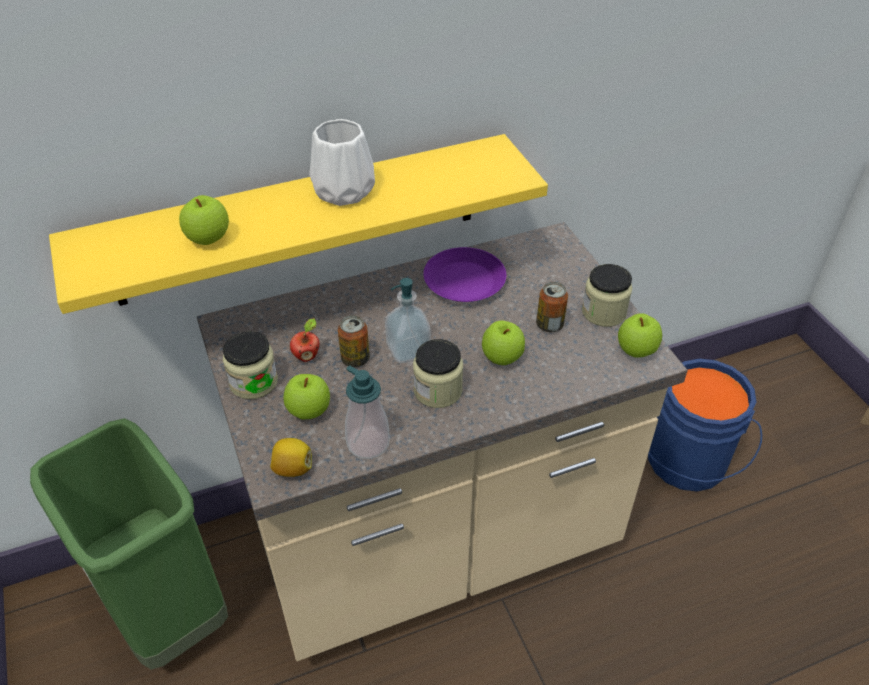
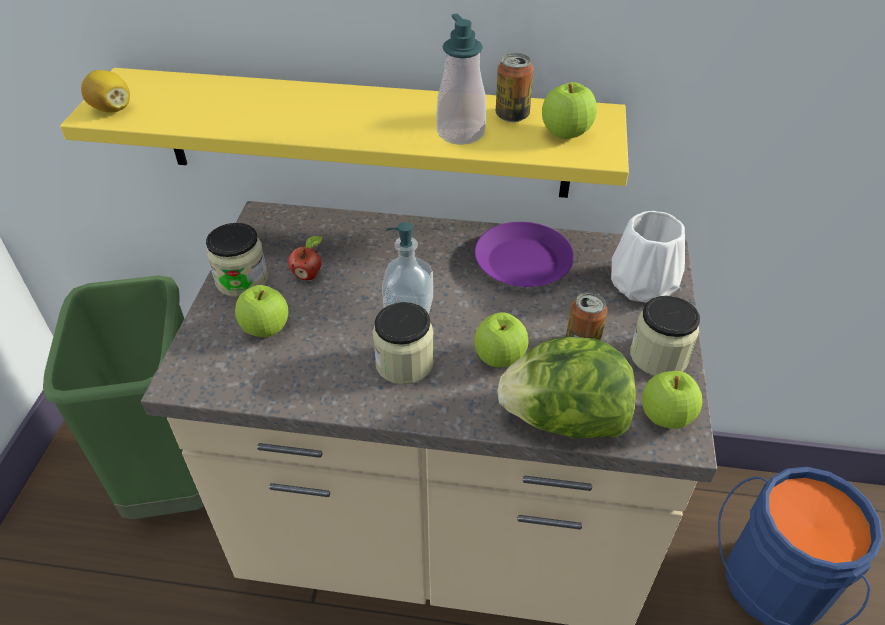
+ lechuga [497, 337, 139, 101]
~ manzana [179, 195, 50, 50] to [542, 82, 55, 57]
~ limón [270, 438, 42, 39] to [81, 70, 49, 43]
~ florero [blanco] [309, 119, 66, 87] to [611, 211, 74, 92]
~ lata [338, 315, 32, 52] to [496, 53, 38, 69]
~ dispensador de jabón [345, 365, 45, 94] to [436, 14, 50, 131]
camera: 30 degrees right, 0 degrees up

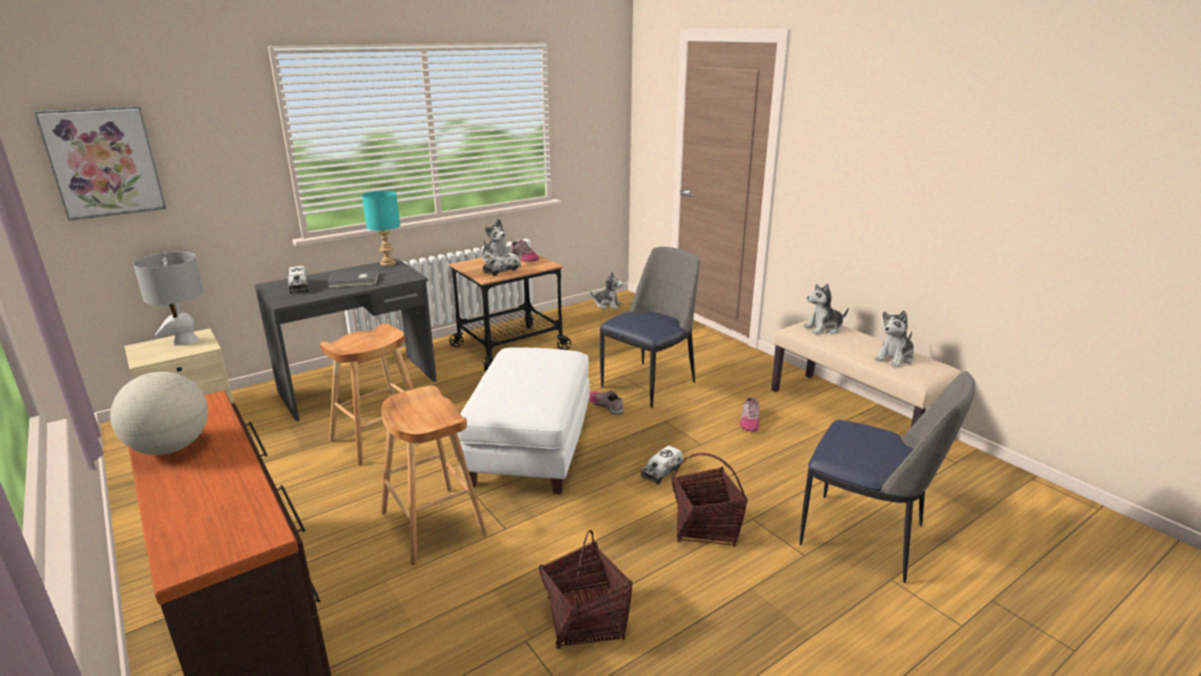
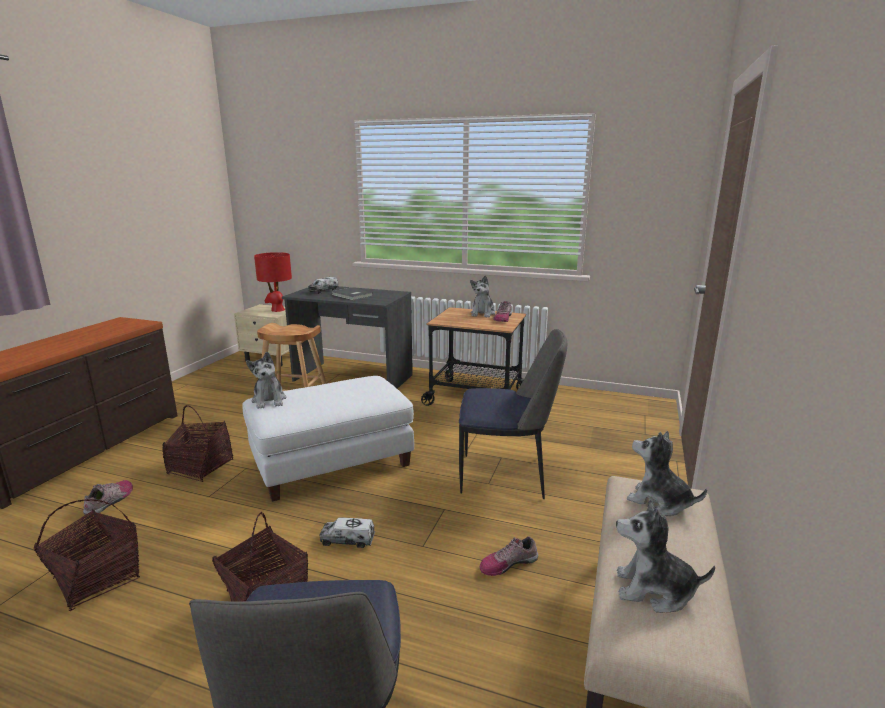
- cuadro [34, 106, 132, 115]
- globo terráqueo [110, 372, 98, 83]
- lámpara de mesa [turquesa] [362, 191, 38, 75]
- camión de juguete [483, 253, 37, 23]
~ zapato [589, 391, 35, 24] to [83, 480, 50, 36]
~ peluche [590, 272, 33, 37] to [246, 352, 40, 57]
~ taburete [marrón] [381, 385, 106, 180] to cesta [162, 405, 71, 77]
~ lámpara de mesa [gris] [133, 252, 71, 93] to lámpara de mesa [rojo] [254, 252, 38, 60]
camera: 55 degrees right, 5 degrees down

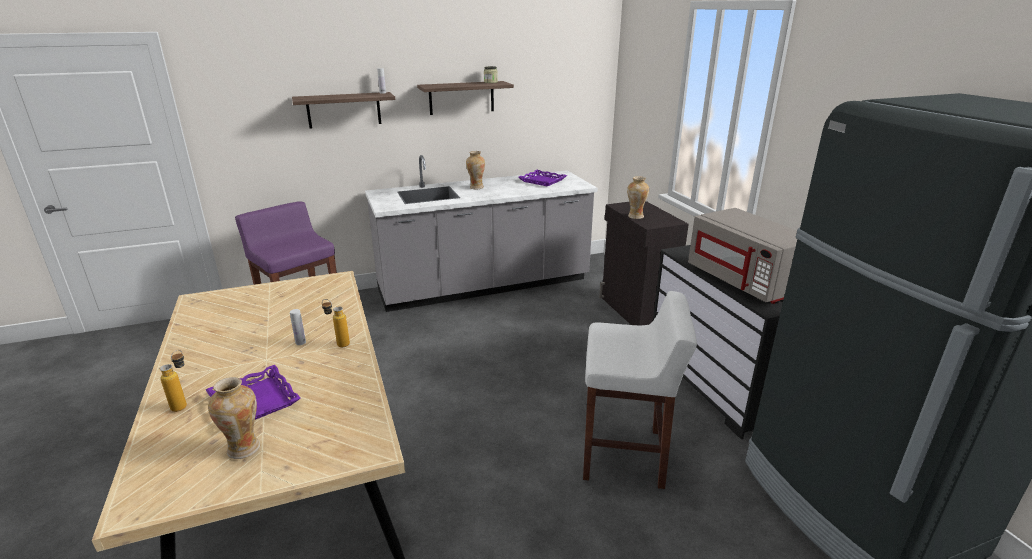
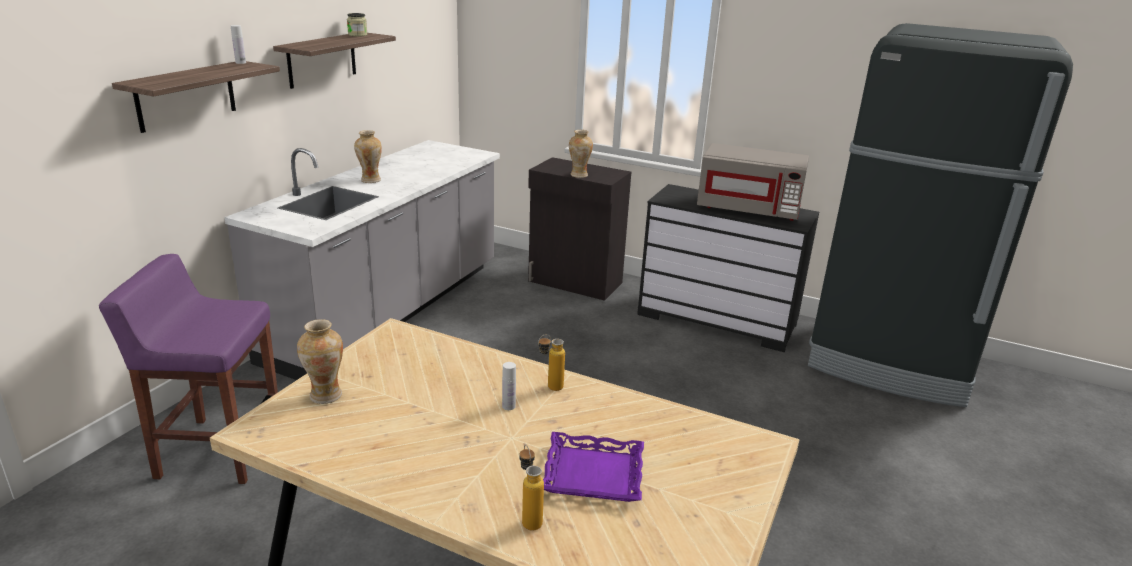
- bandeja [morado] [518, 170, 49, 16]
- taburete [blanco] [583, 291, 114, 198]
~ florero [208, 377, 52, 82] to [297, 319, 46, 85]
camera: 45 degrees left, 0 degrees up

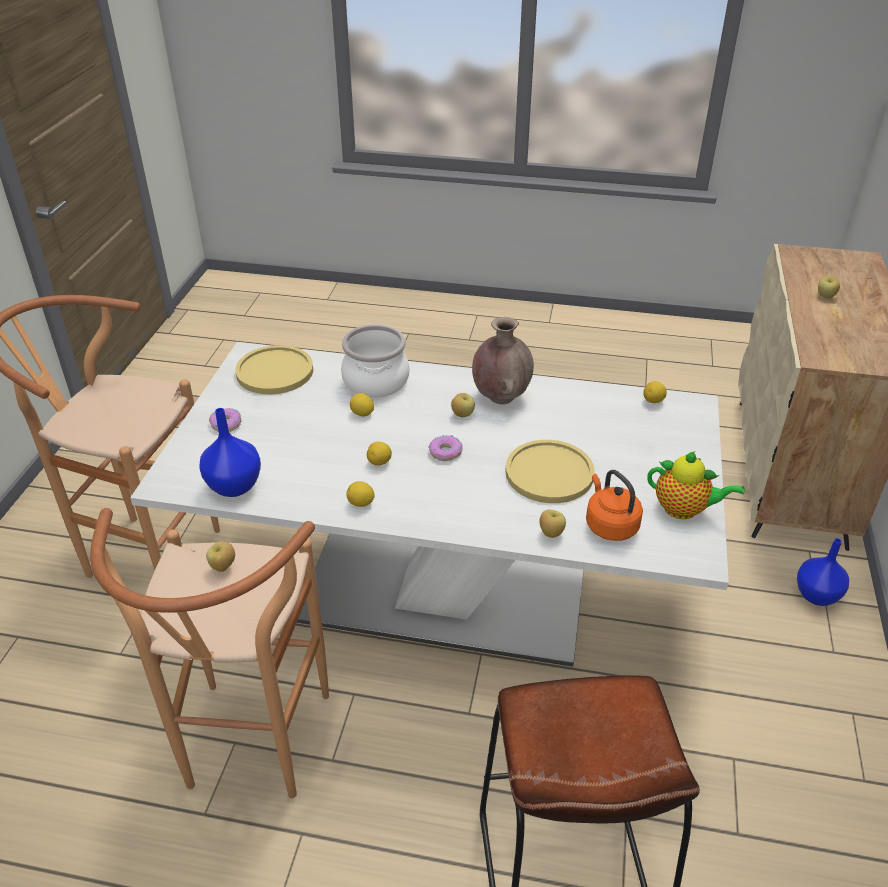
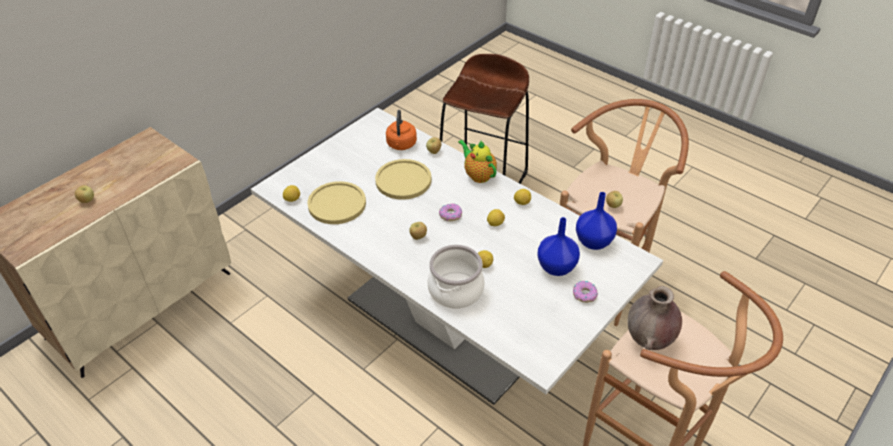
~ plato [amarillo] [235, 345, 78, 49] to [307, 181, 59, 43]
~ florero [marrón] [472, 317, 62, 87] to [628, 286, 54, 64]
~ tetera [647, 452, 98, 67] to [458, 140, 39, 43]
~ florero [azul] [797, 538, 52, 68] to [537, 217, 43, 59]
camera: 150 degrees left, 5 degrees up

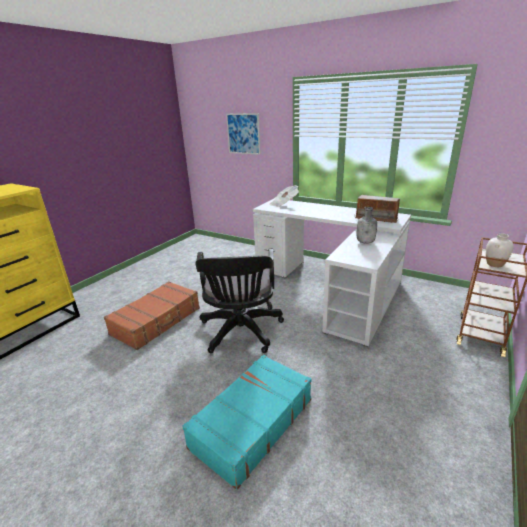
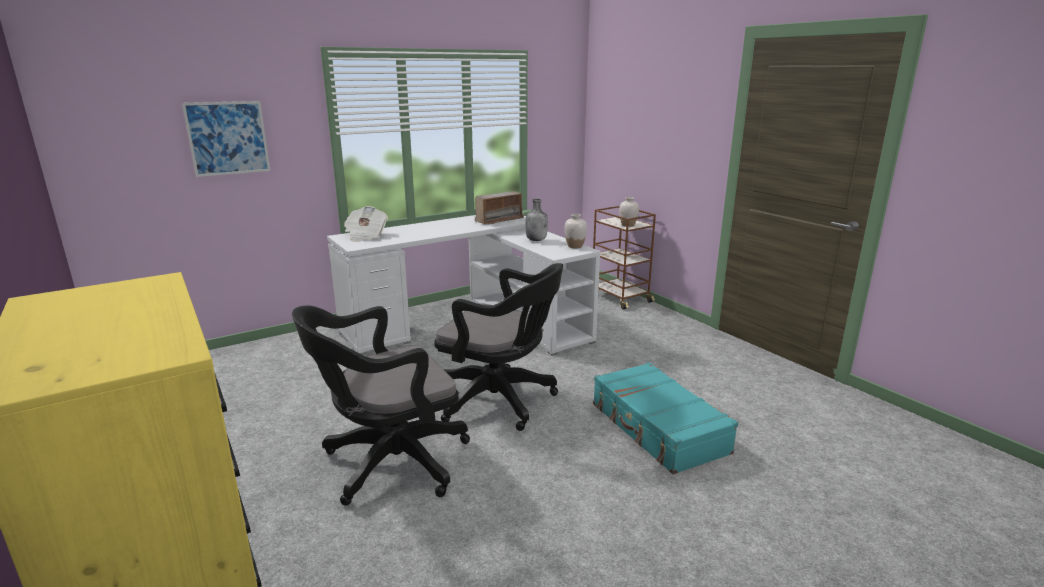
+ florero [blanco] [564, 214, 23, 34]
~ maleta [marrón] [104, 282, 96, 68] to silla de oficina [negro] [292, 305, 178, 201]
camera: 65 degrees left, 5 degrees down

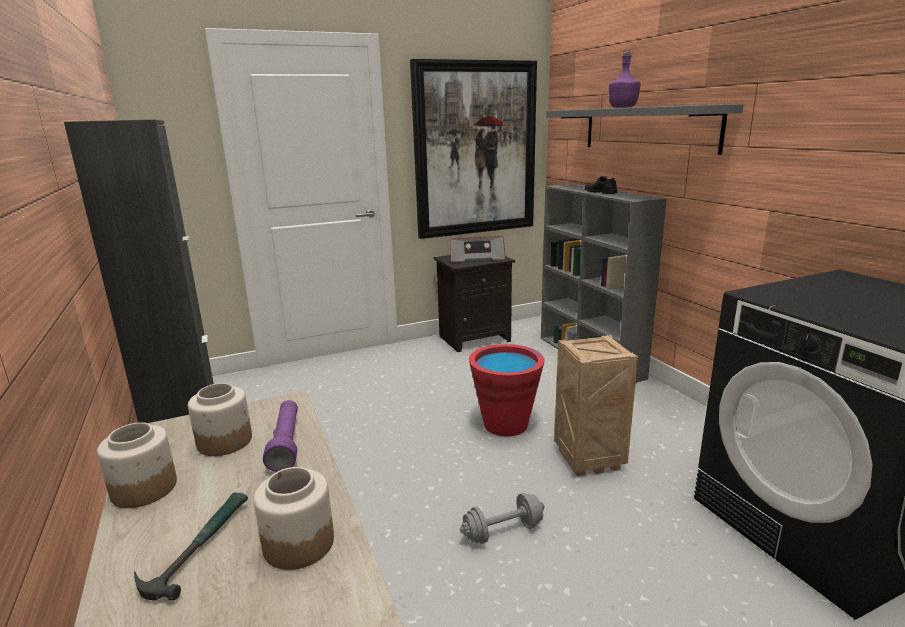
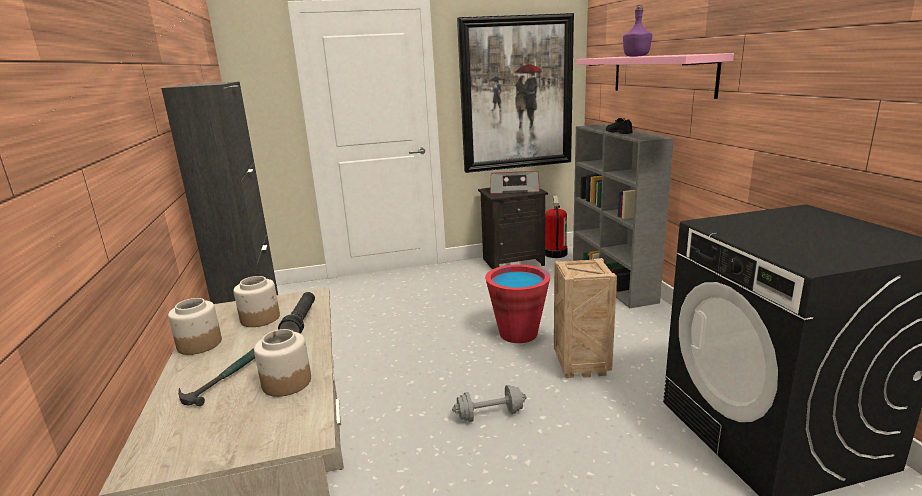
+ extintor [545, 195, 22, 63]
~ linterna [morado] [263, 400, 35, 72] to linterna [negro] [278, 292, 37, 42]
~ estante [gris] [546, 104, 198, 51] to estante [rosa] [576, 53, 158, 46]
camera: 10 degrees right, 0 degrees up

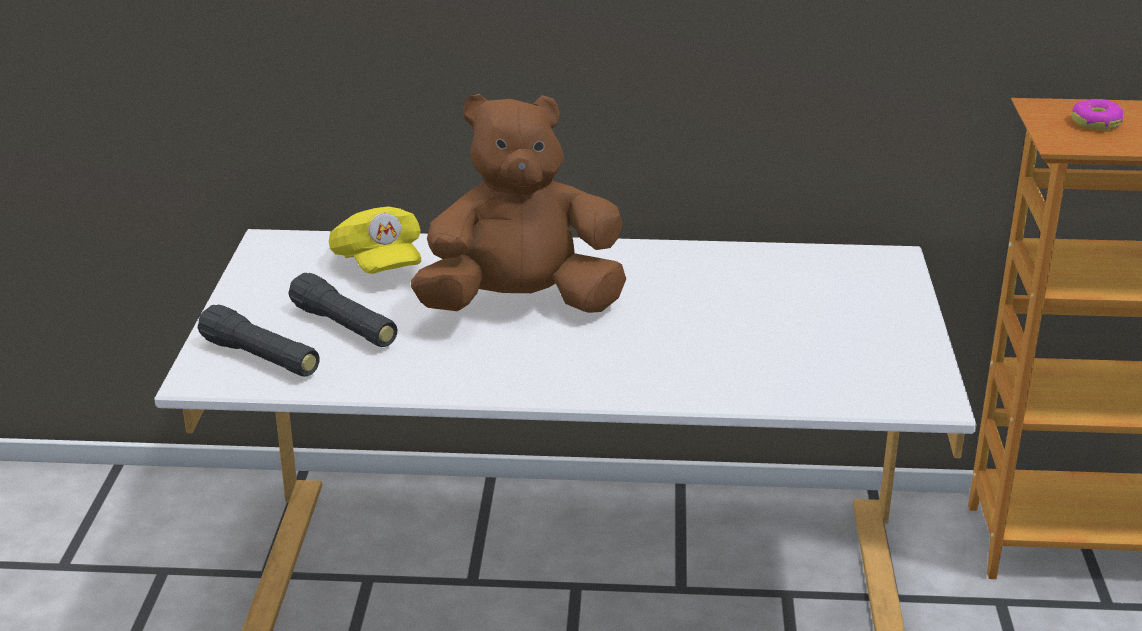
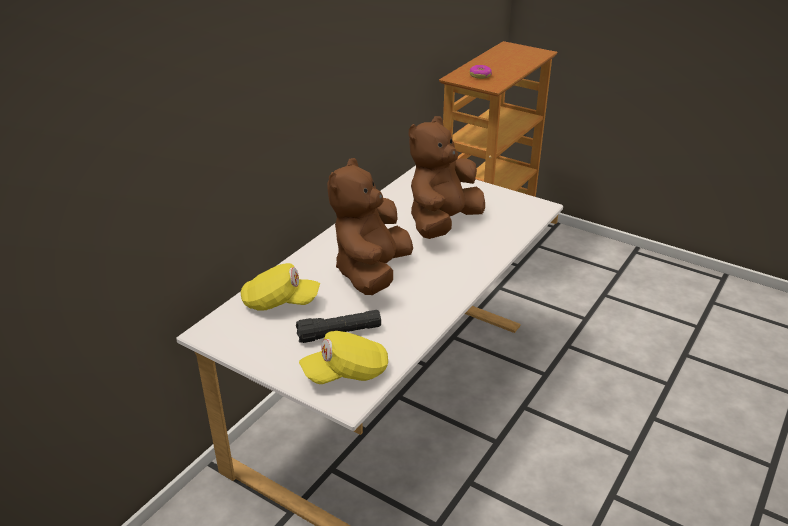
+ peluche [marrón] [409, 116, 76, 123]
~ linterna [negro] [198, 304, 122, 73] to gorra [amarillo] [299, 331, 89, 53]
camera: 60 degrees left, 5 degrees up

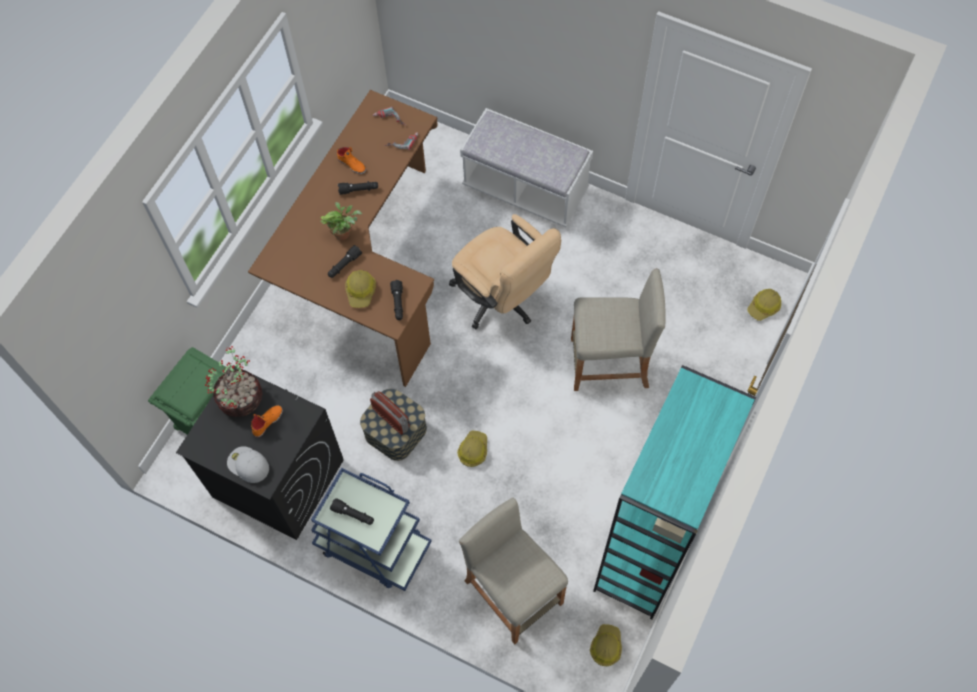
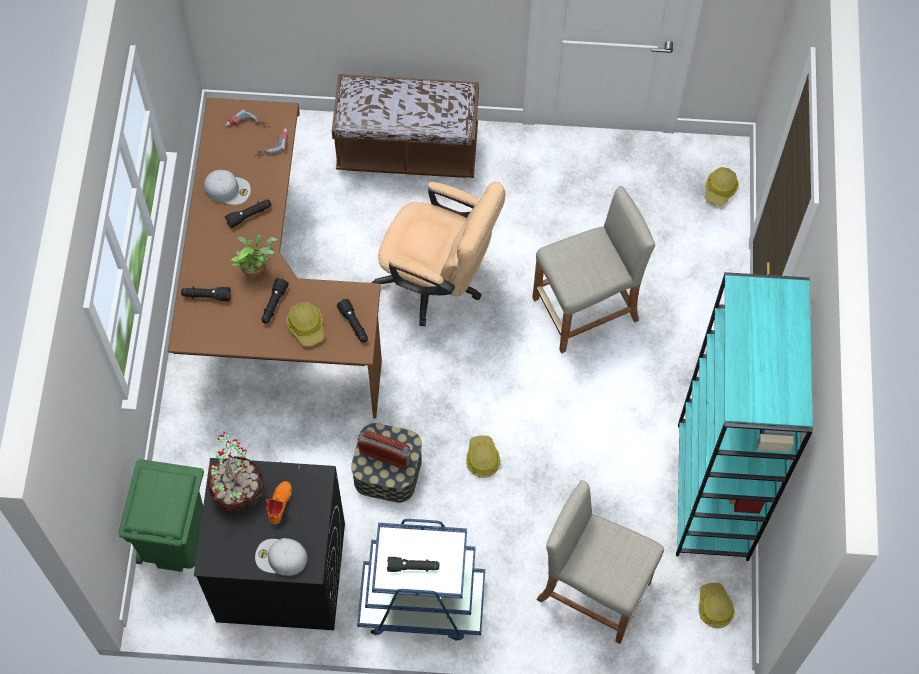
+ linterna [negro] [181, 287, 50, 14]
~ zapato [naranja] [337, 147, 29, 27] to gorra [blanco] [204, 170, 47, 35]
~ banco [blanco] [460, 108, 133, 119] to banco [marrón] [332, 74, 147, 104]
camera: 25 degrees left, 0 degrees up

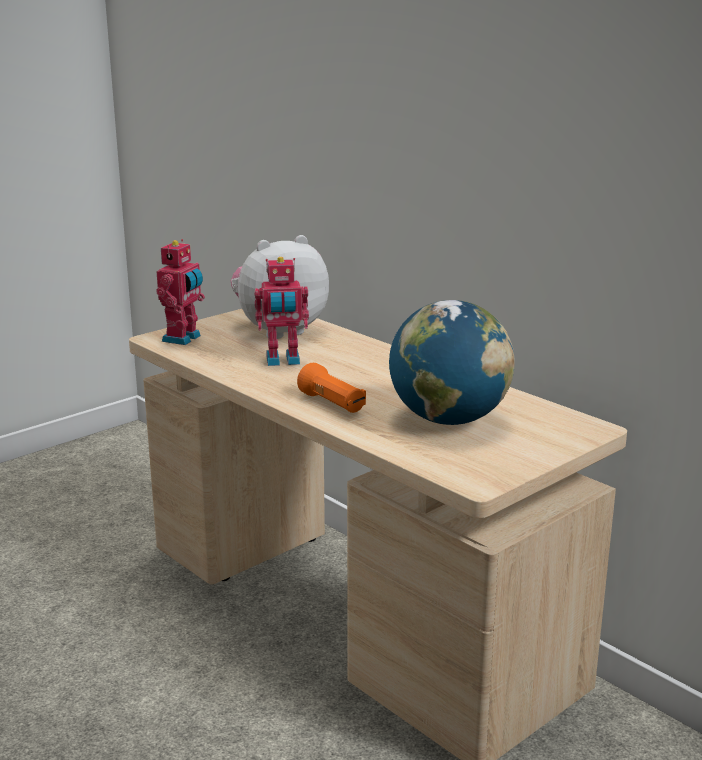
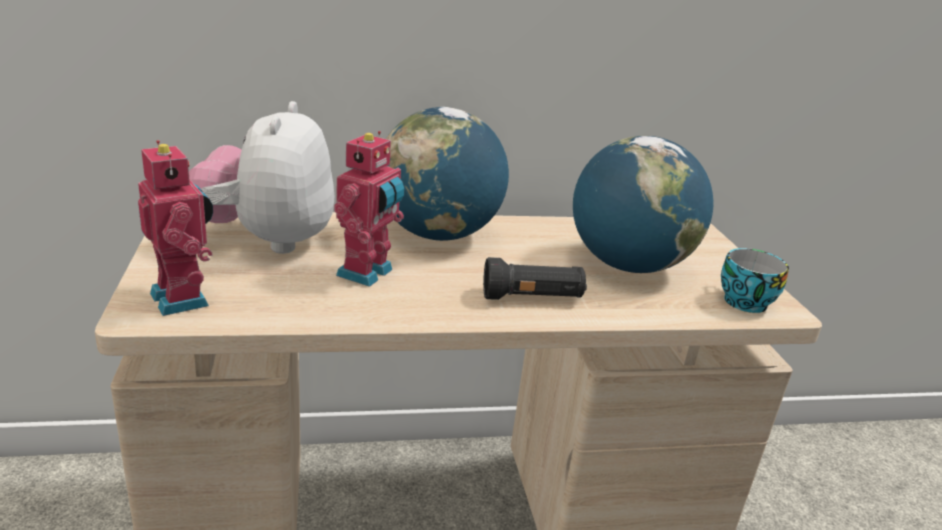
+ globo terráqueo [386, 107, 123, 134]
+ taza [721, 248, 68, 65]
~ linterna [naranja] [297, 363, 69, 50] to linterna [negro] [483, 257, 104, 43]
camera: 60 degrees left, 5 degrees up

